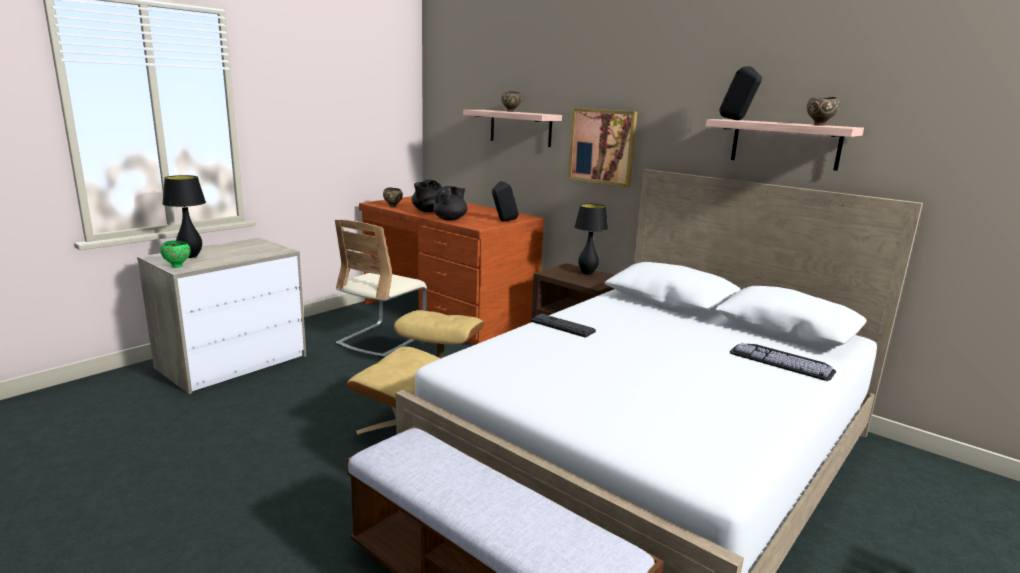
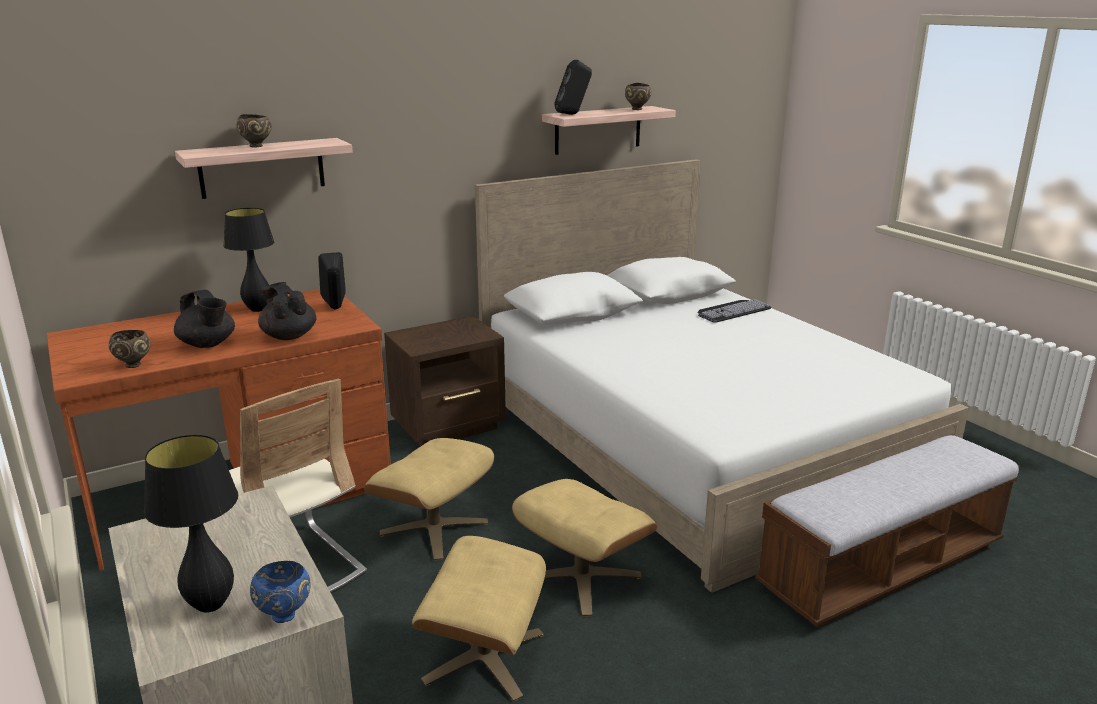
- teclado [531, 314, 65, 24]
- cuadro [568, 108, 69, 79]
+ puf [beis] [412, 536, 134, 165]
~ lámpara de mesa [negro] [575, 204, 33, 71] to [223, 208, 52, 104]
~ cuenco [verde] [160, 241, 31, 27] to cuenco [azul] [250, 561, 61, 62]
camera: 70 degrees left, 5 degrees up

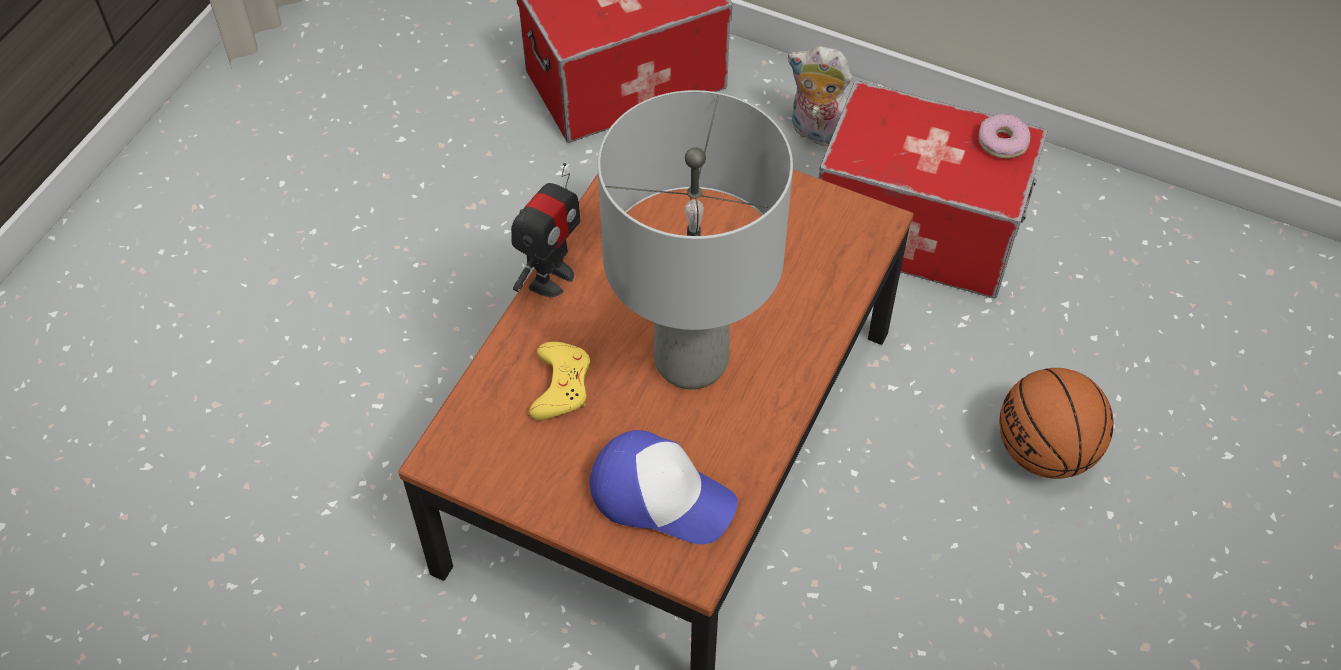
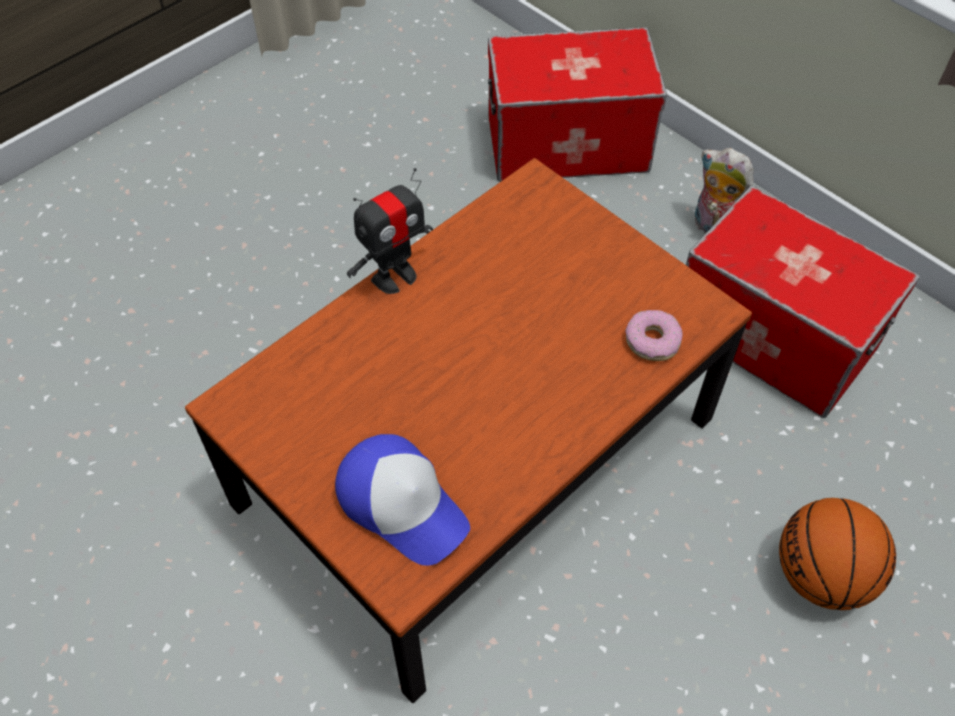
- mando de consola [amarillo] [529, 342, 61, 78]
- lámpara de mesa [gris] [598, 90, 195, 300]
~ rosquilla [979, 114, 51, 45] to [625, 310, 58, 51]
camera: 20 degrees right, 0 degrees up

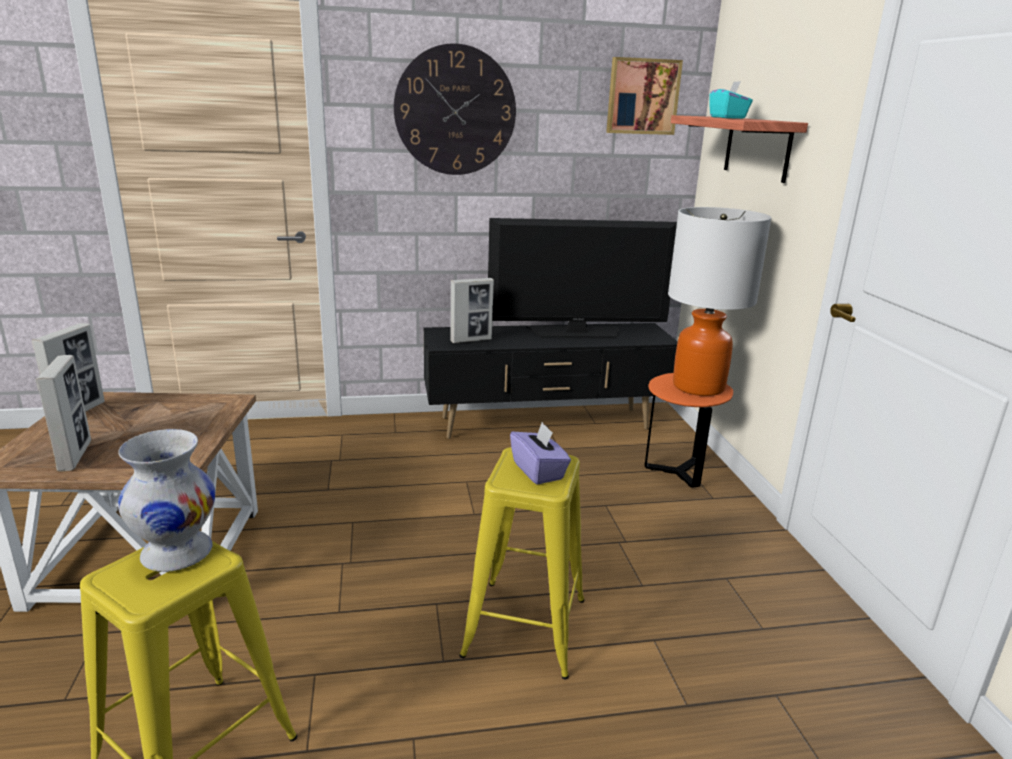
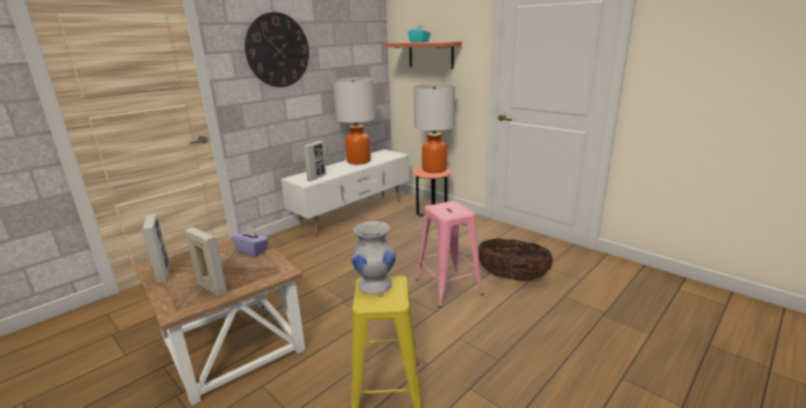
- cuadro [606, 57, 77, 78]
+ cesta [478, 239, 76, 42]
~ caja de pañuelos [morado] [510, 422, 61, 63] to [231, 226, 38, 30]
~ televisor [488, 218, 189, 120] to lámpara de mesa [333, 77, 43, 88]
~ mueble de televisión [negro] [424, 323, 254, 116] to mueble de televisión [blanco] [281, 149, 128, 87]
~ taburete [amarillo] [459, 447, 126, 233] to taburete [rosa] [415, 201, 69, 106]
camera: 35 degrees left, 0 degrees up

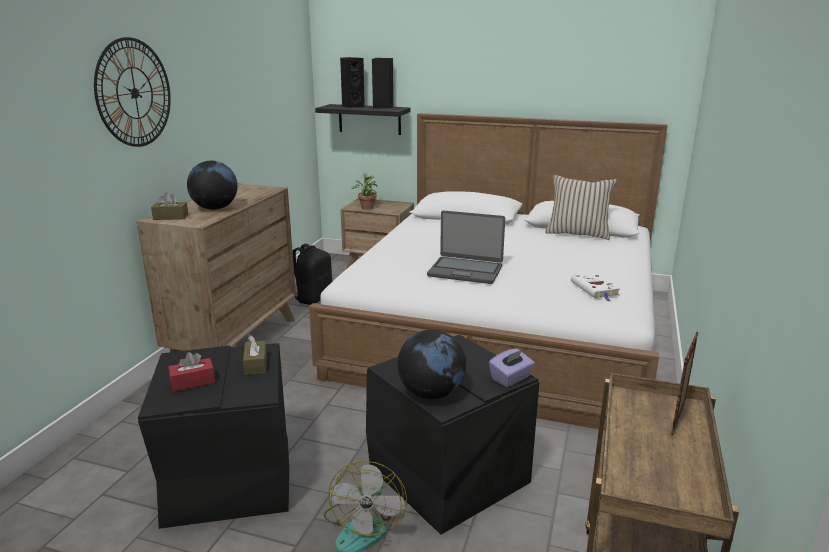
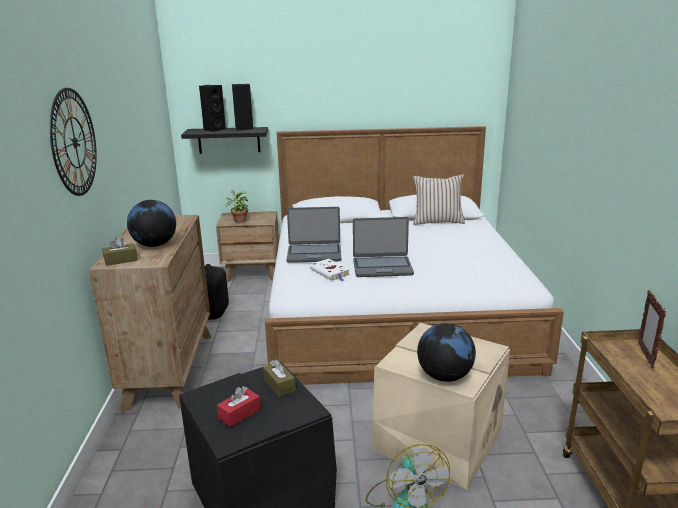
- caja de pañuelos [morado] [489, 349, 46, 38]
+ portátil [287, 207, 54, 56]
~ libro [blanco] [571, 273, 50, 28] to [310, 259, 40, 22]
~ caja de almacenaje [negro] [366, 335, 173, 200] to caja de almacenaje [beis] [373, 323, 137, 167]
camera: 20 degrees left, 0 degrees up

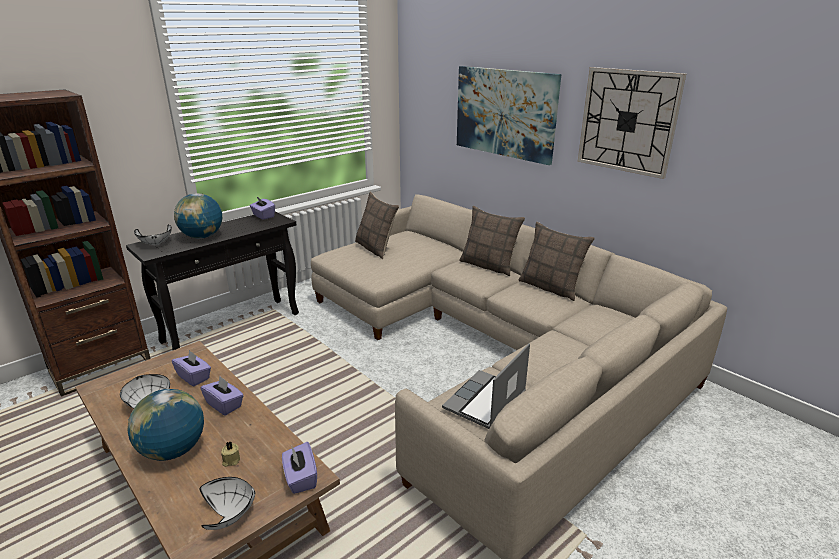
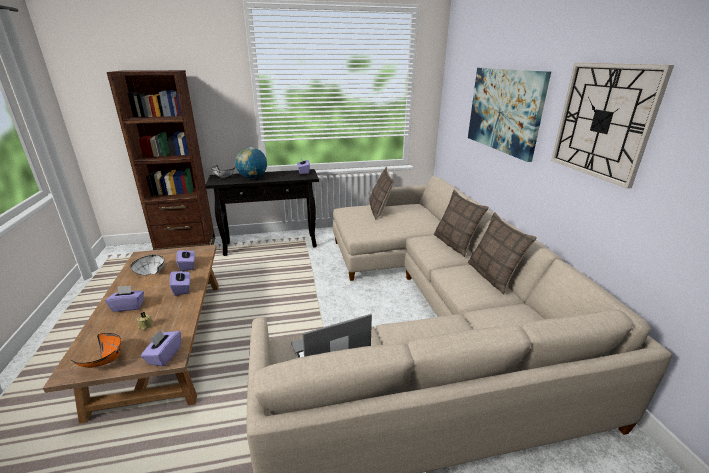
~ globo terráqueo [127, 389, 77, 72] to caja de pañuelos [morado] [105, 286, 39, 26]
~ cuenco [blanco] [199, 477, 56, 53] to cuenco [naranja] [70, 333, 51, 35]
camera: 30 degrees right, 0 degrees up

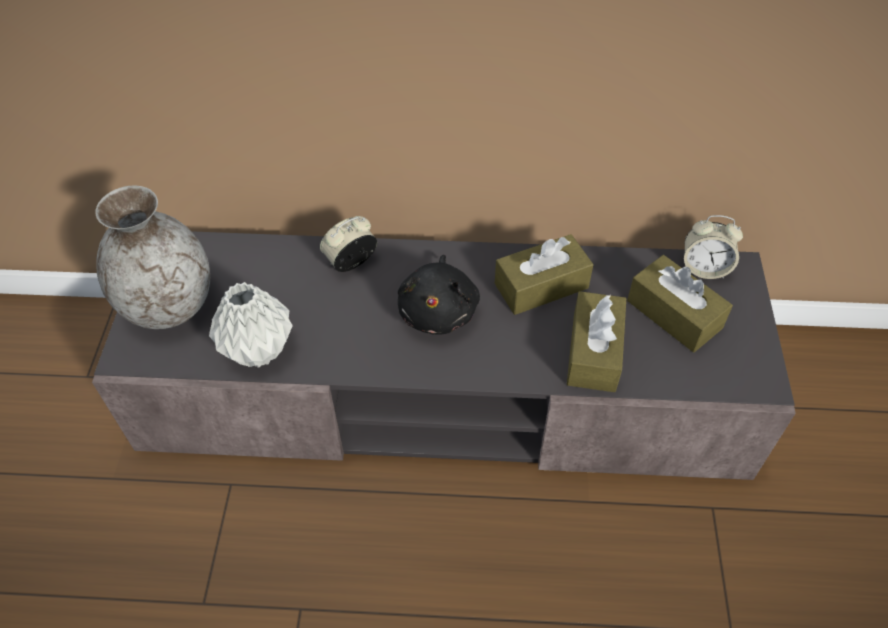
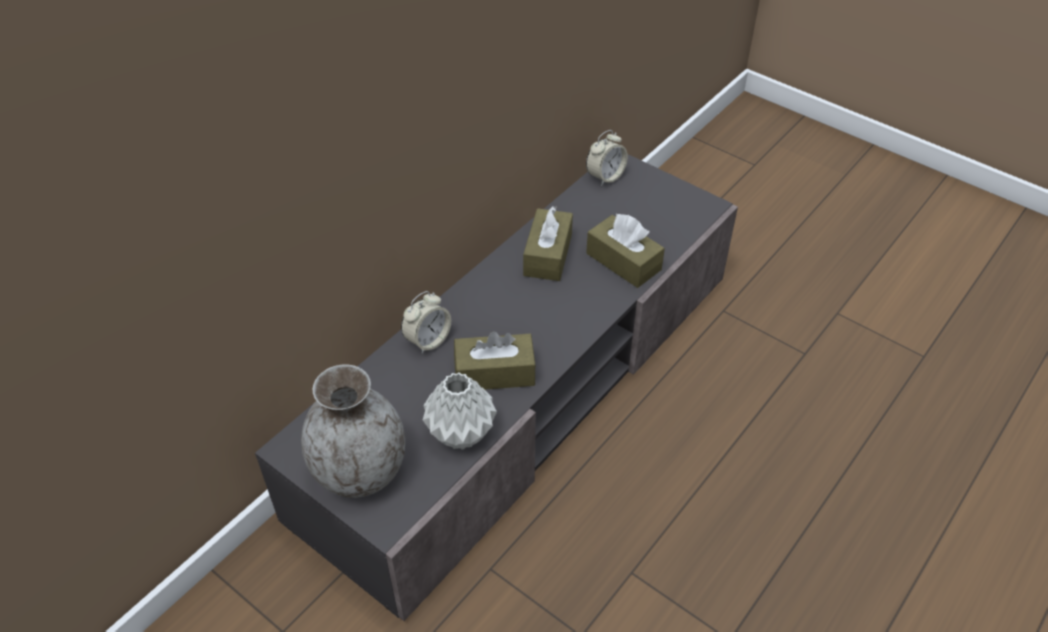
- peluche [negro] [398, 255, 82, 79]
~ caja de pañuelos [marrón] [627, 255, 106, 97] to [454, 331, 82, 59]
~ despertador [320, 216, 57, 56] = [401, 291, 50, 63] 135 degrees counterclockwise
camera: 55 degrees left, 5 degrees down

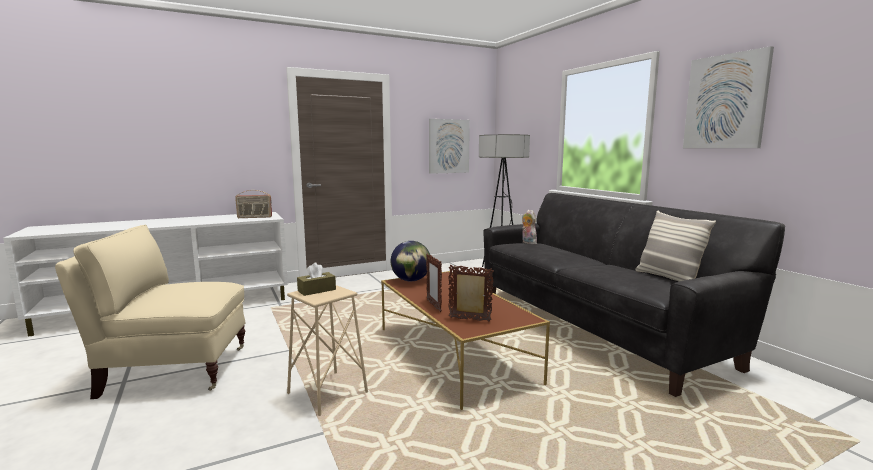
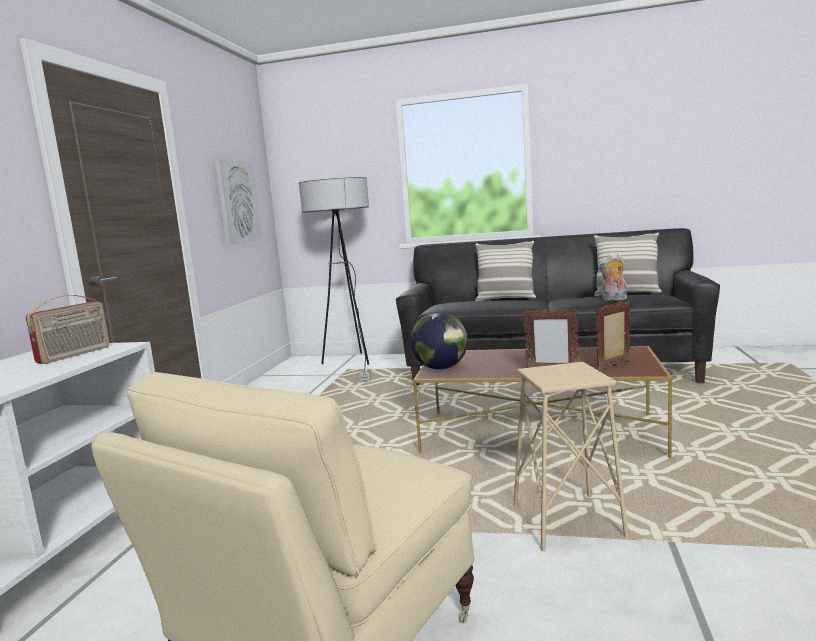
- caja de pañuelos [marrón] [297, 262, 39, 34]
- cuadro [683, 46, 91, 102]
+ cojín [475, 241, 61, 60]
~ peluche [522, 210, 15, 34] to [597, 253, 30, 48]
camera: 50 degrees left, 0 degrees up

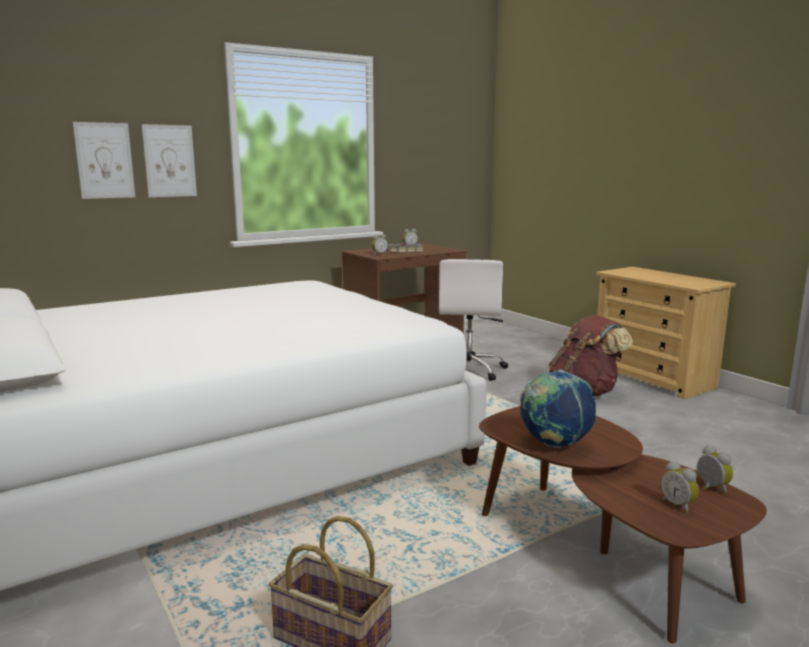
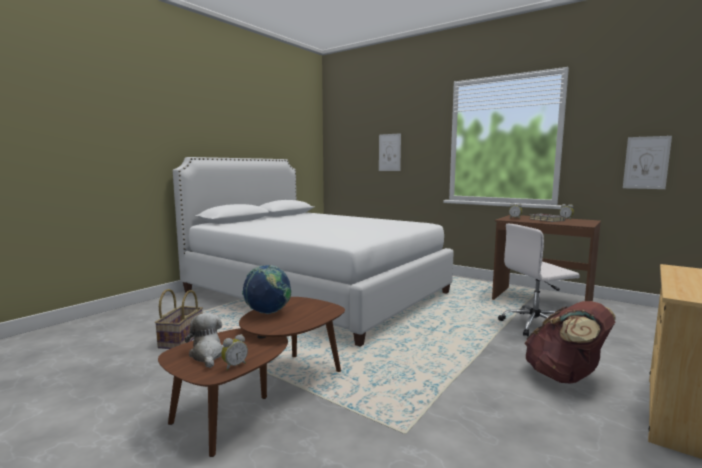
~ cuadro [142, 124, 55, 73] to [623, 136, 49, 53]
~ despertador [660, 461, 39, 52] to peluche [185, 313, 38, 55]
camera: 70 degrees right, 5 degrees down

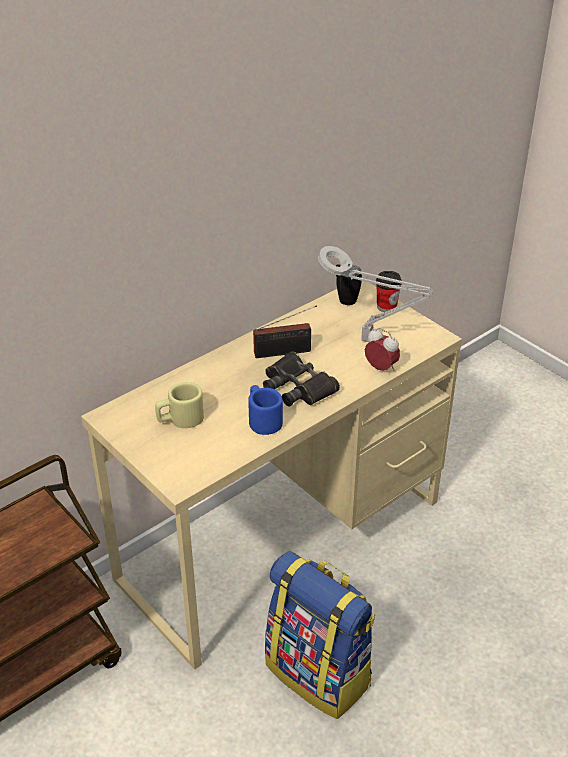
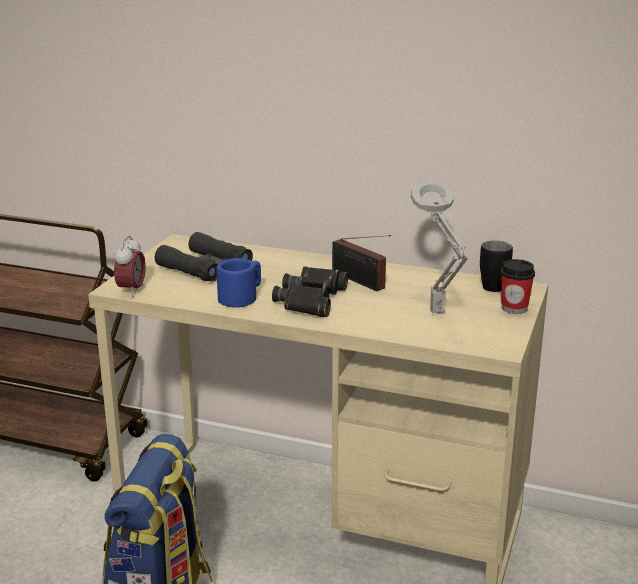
~ despertador [365, 328, 35, 43] to [114, 236, 32, 61]
~ taza grande [beis] [155, 382, 49, 46] to prismáticos [negro] [155, 232, 98, 50]
camera: 60 degrees right, 15 degrees down

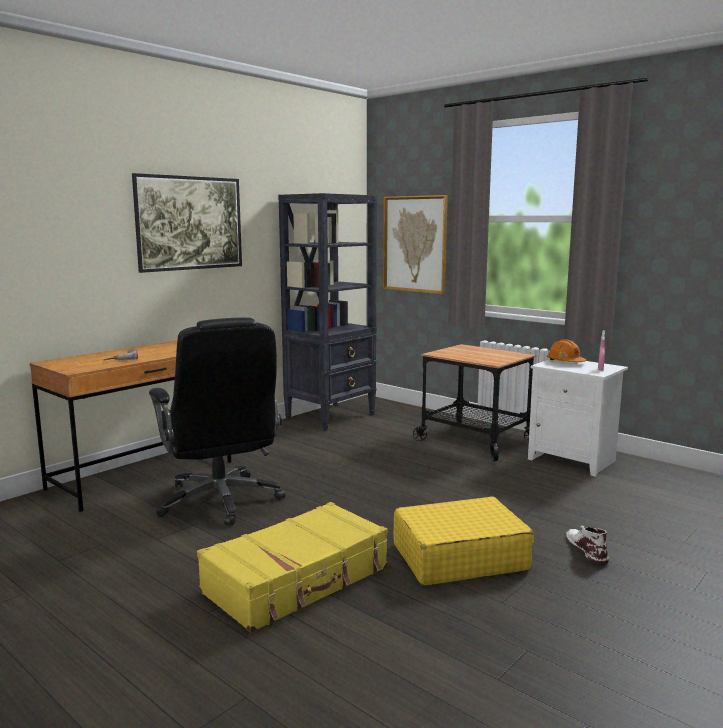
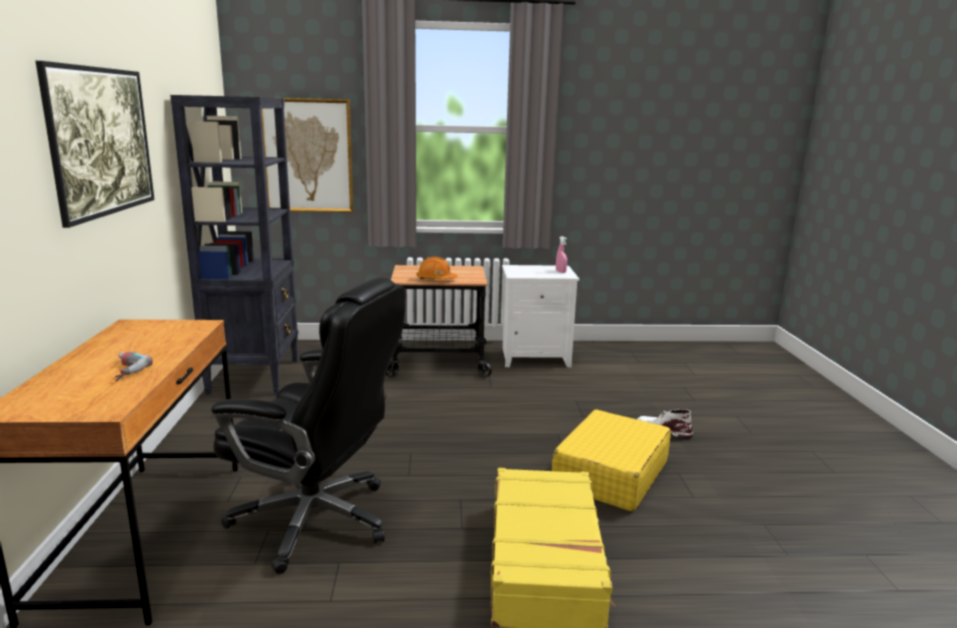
~ casco [naranja] [547, 339, 39, 23] to [416, 257, 41, 22]
camera: 45 degrees left, 5 degrees up

